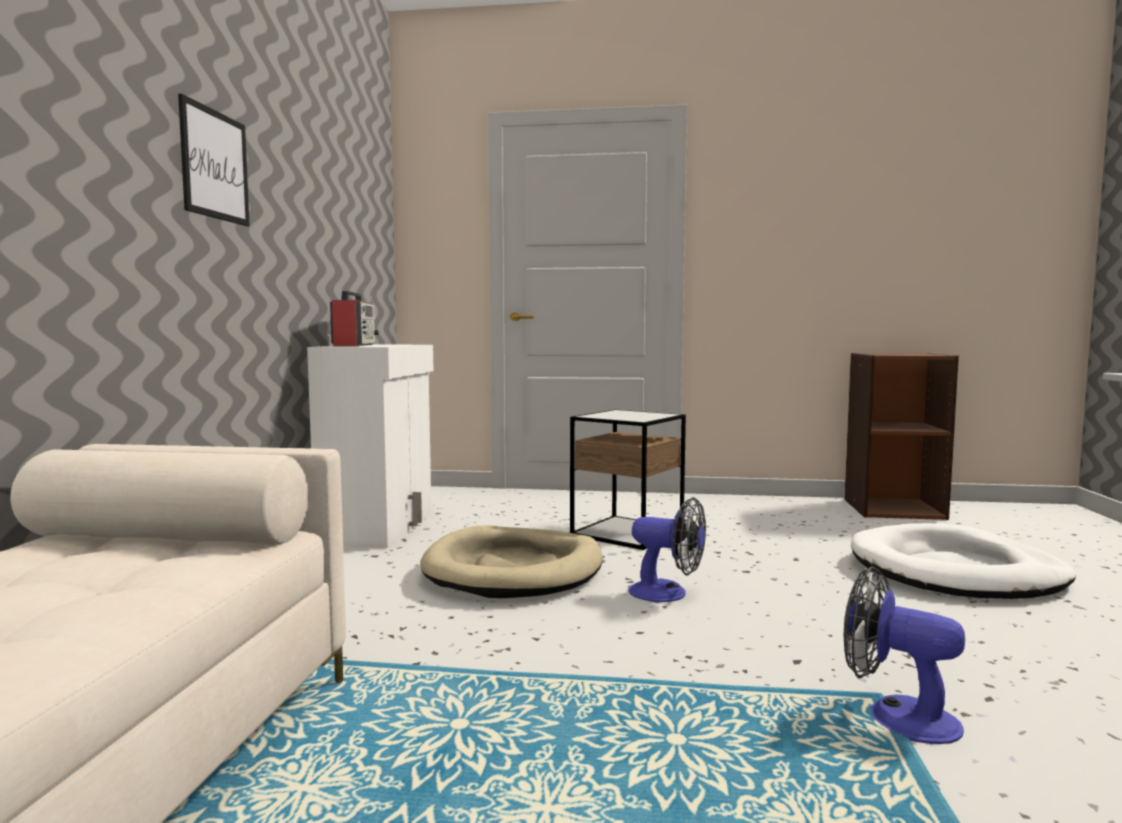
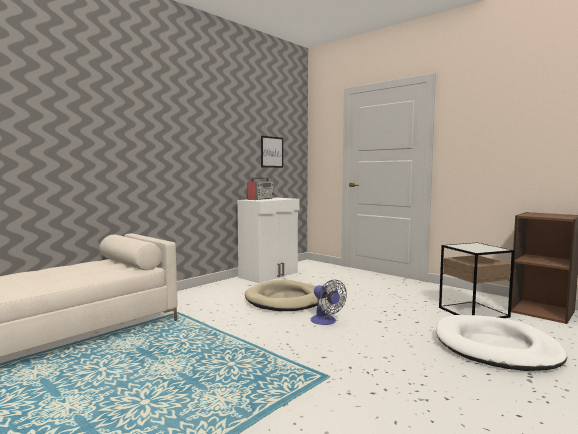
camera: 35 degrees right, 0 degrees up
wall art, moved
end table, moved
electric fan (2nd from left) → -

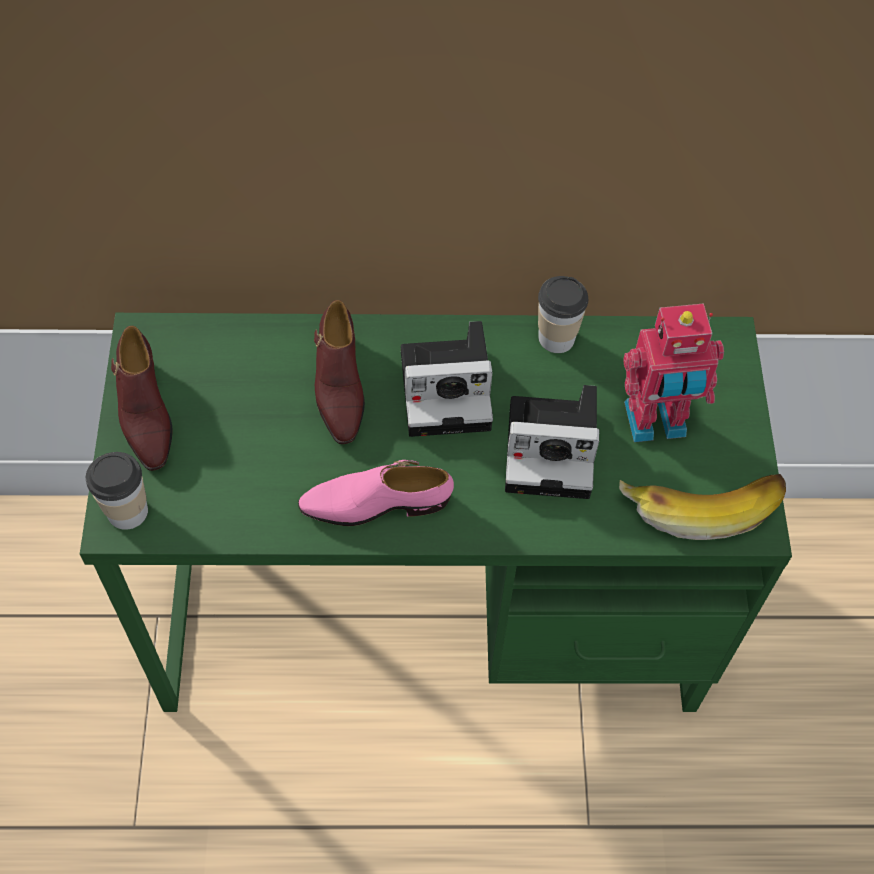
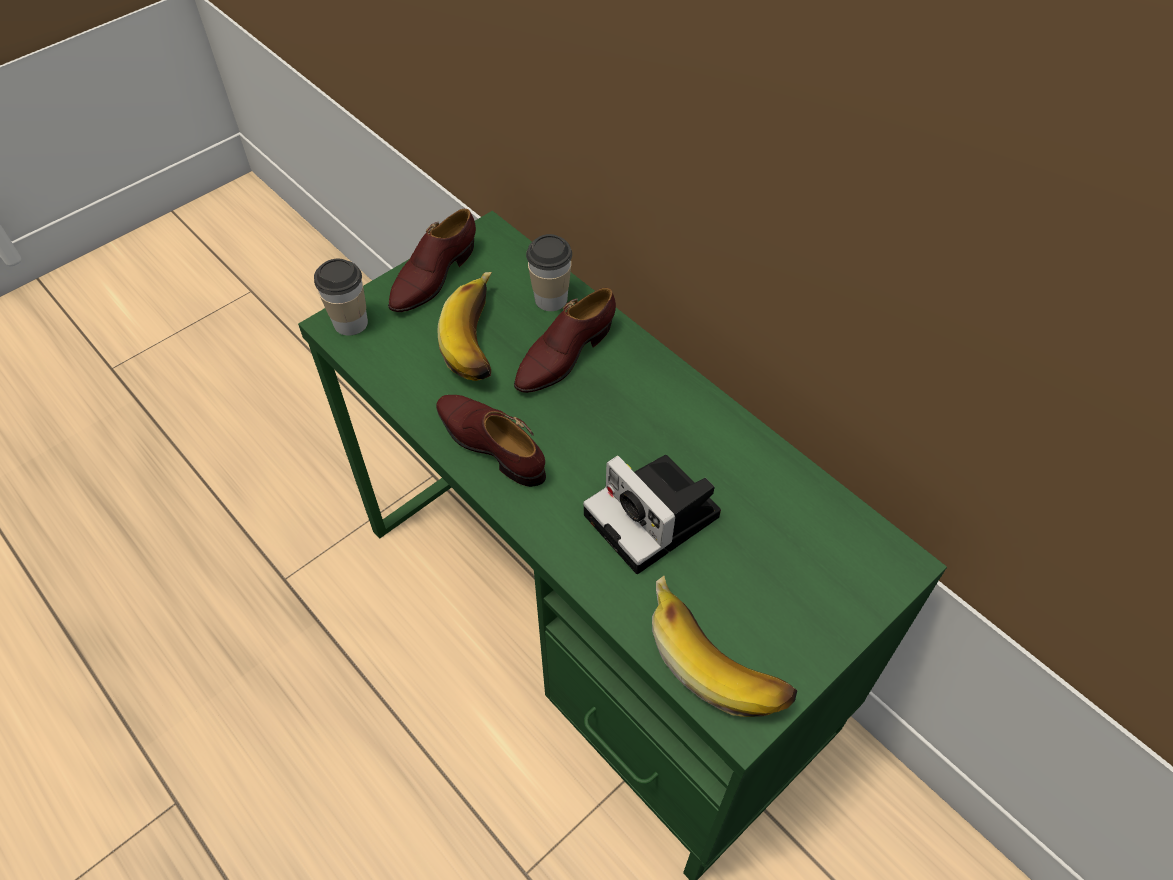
camera: 50 degrees right, 5 degrees down
shoe/pink → shoe/brownish (2nd from left)
- → banana fruit (1st from left)
drinking cup (2nd from left), moved
still camera (1st from left) → -
model robot → -

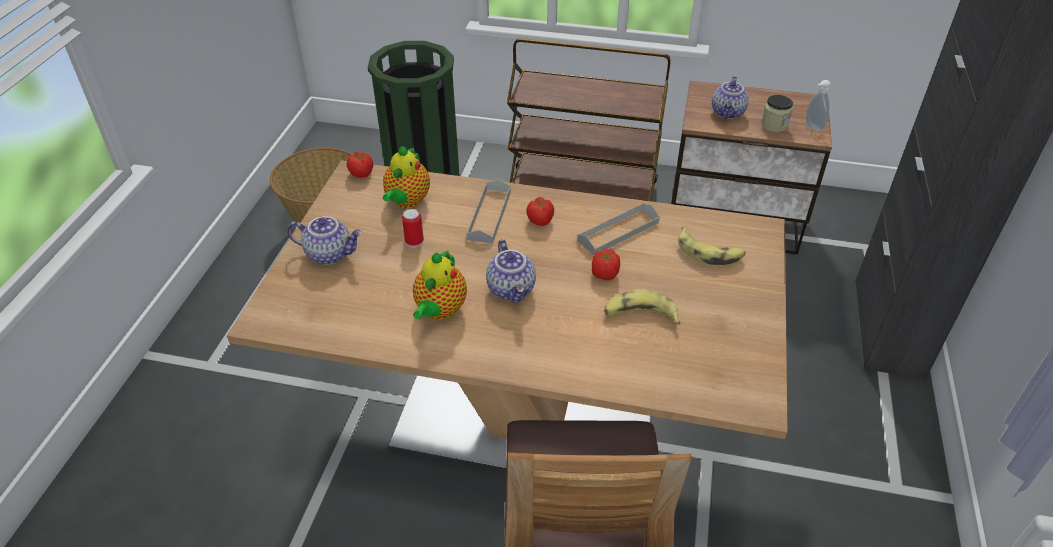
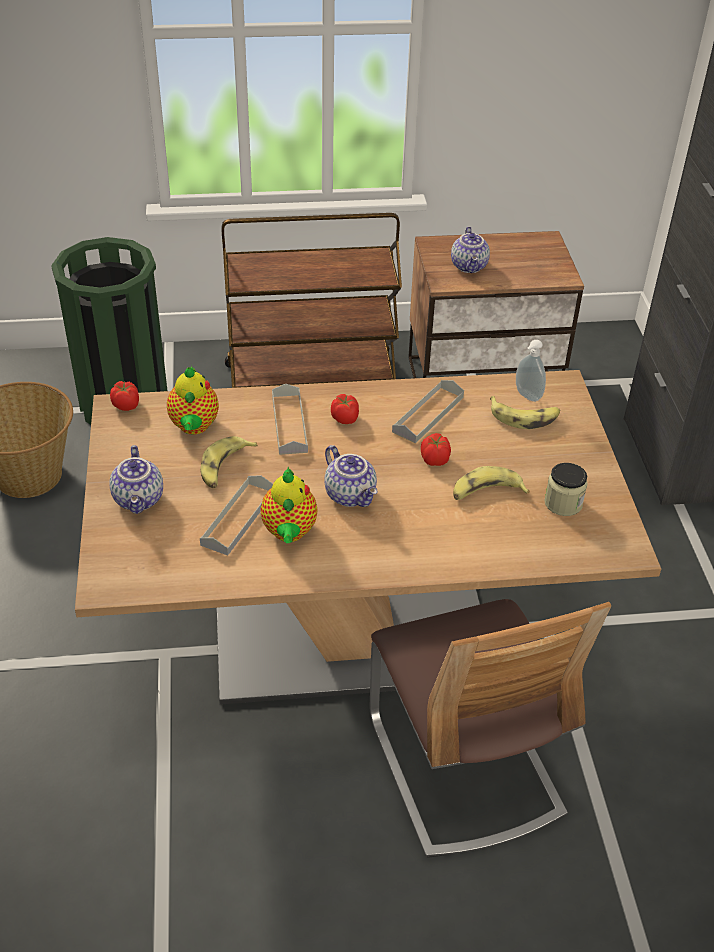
camera: 20 degrees left, 0 degrees up
pot for tea (1st from left), 90 degrees clockwise
sealed can → banana fruit (1st from left)
- → tray/grey (1st from left)
soap bottle, moved
preserve jar, moved

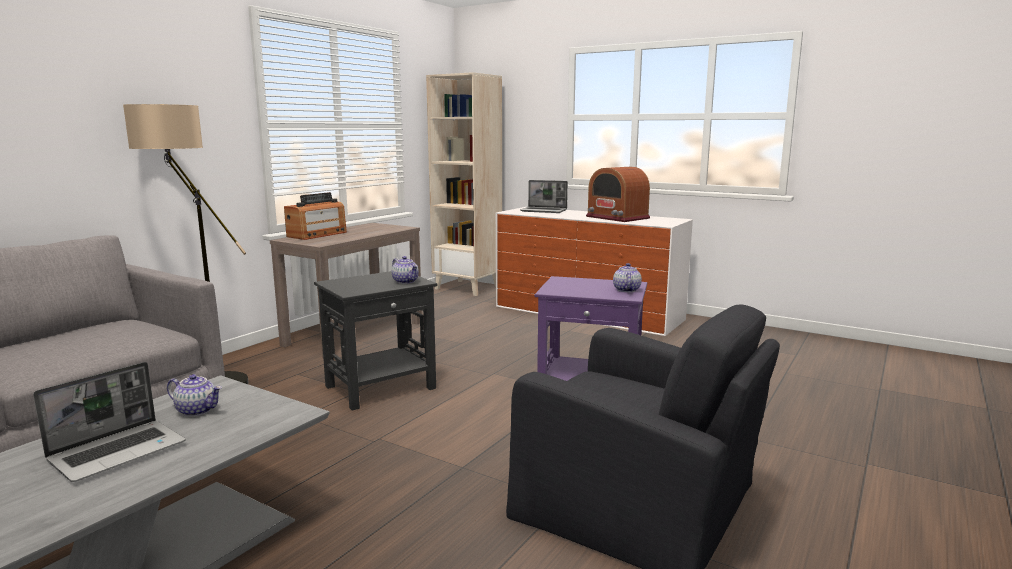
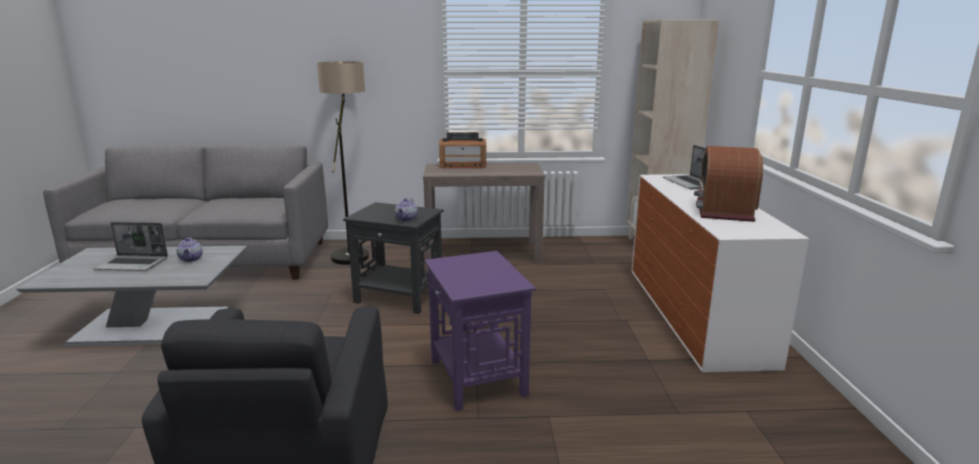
camera: 55 degrees right, 5 degrees up
pot for tea (3rd from left) → -

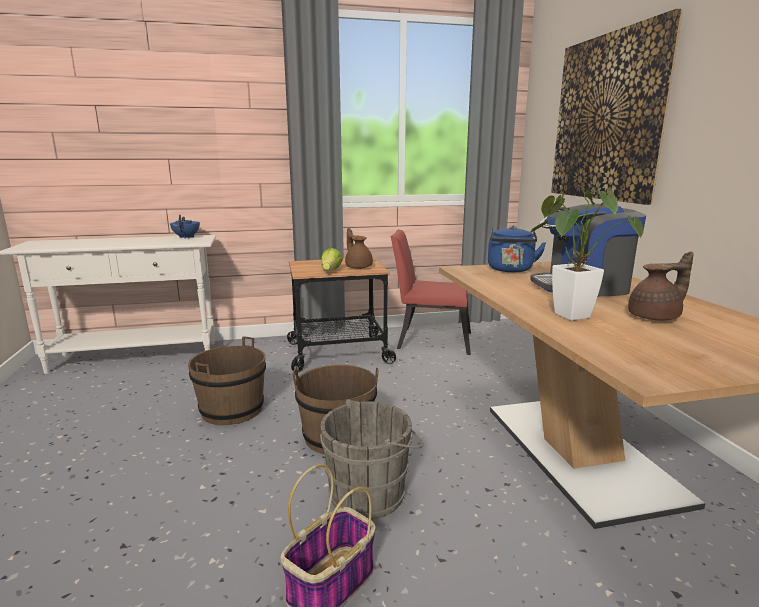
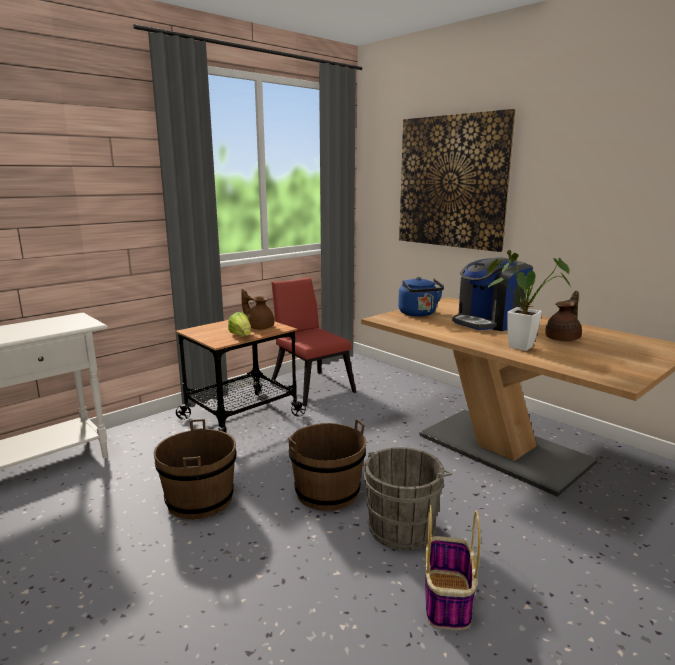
camera: 30 degrees left, 0 degrees up
upright chair/reddish, 75 degrees clockwise
pot for tea/blue-coloured → -

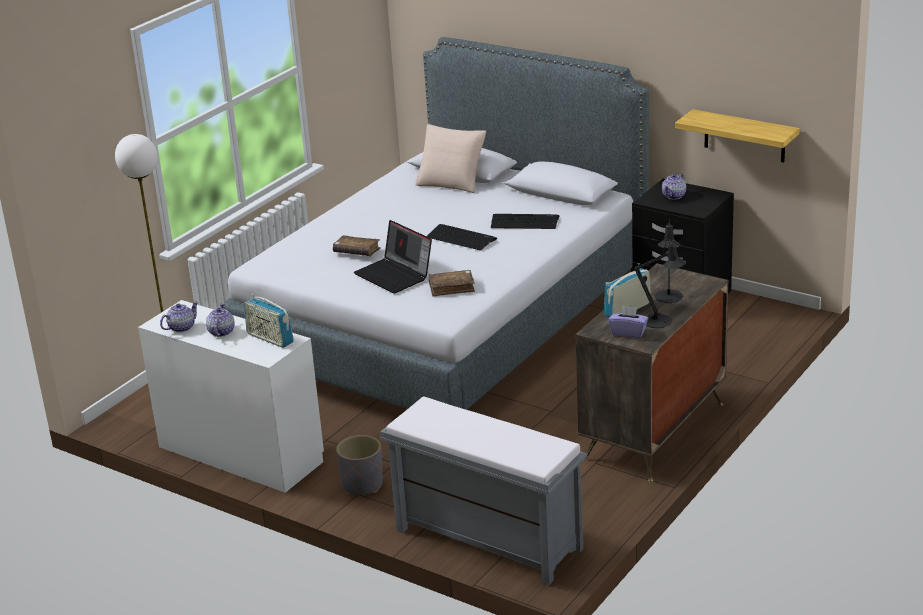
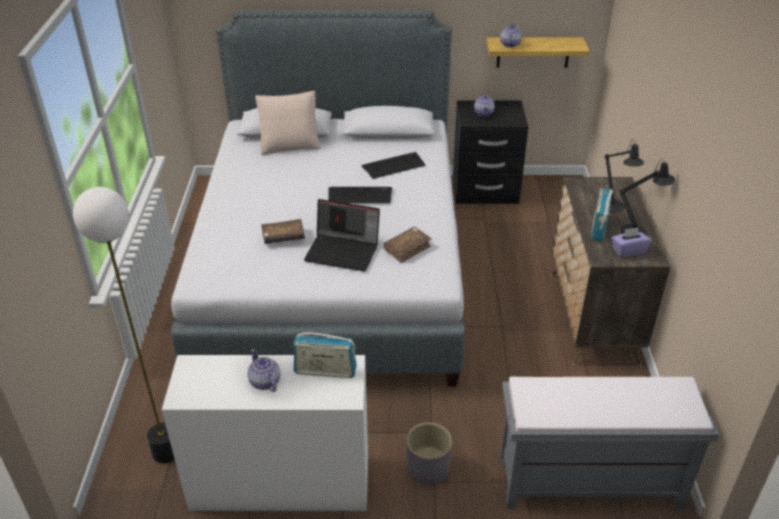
camera: 35 degrees left, 10 degrees up
pot for tea (1st from left in the first image) → pot for tea (3rd from left), moved

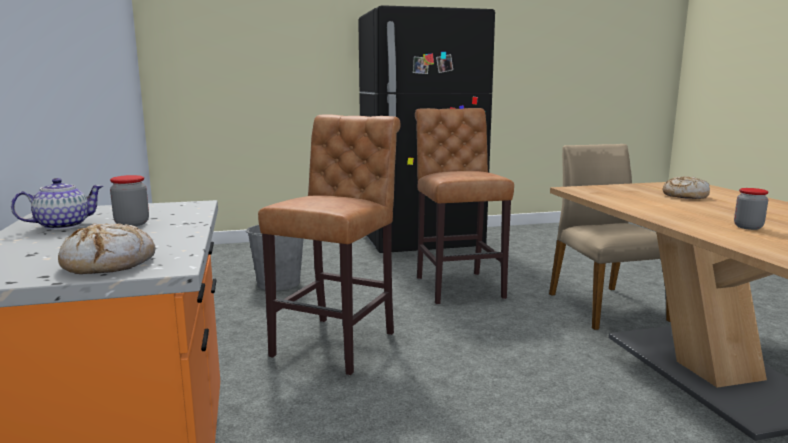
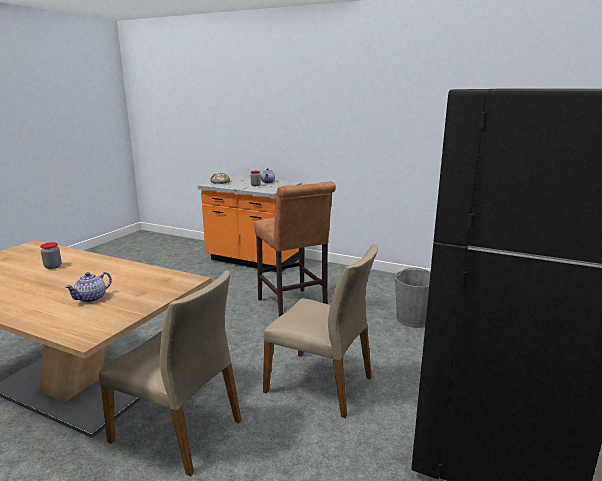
camera: 130 degrees right, 5 degrees up
bread (2nd from left) → pot for tea (1st from left)
sitting stool/brownish (2nd from left) → upright chair/beige (2nd from left)

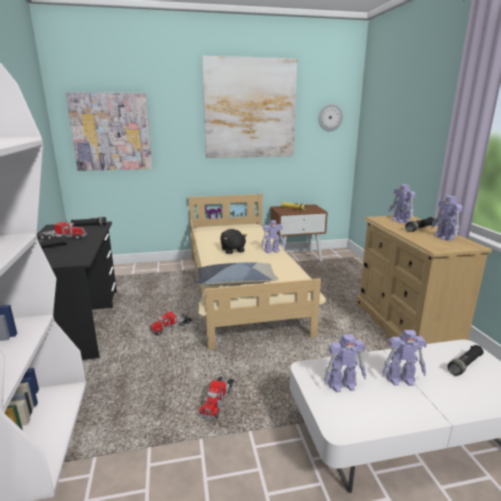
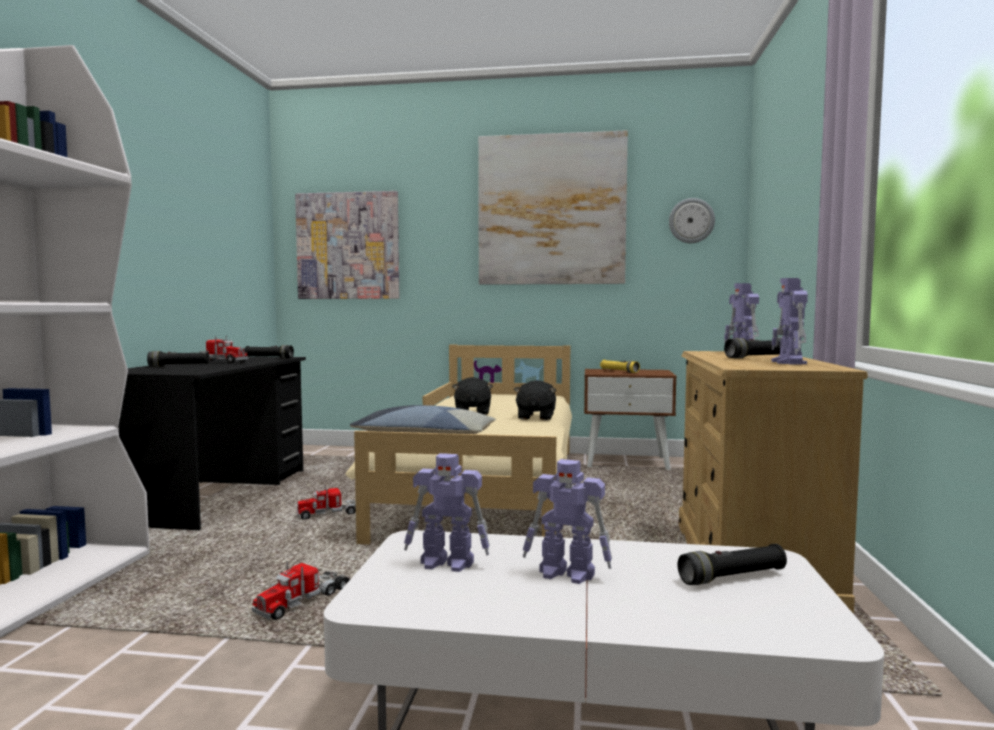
camera: 20 degrees right, 15 degrees down
model robot (1st from left) → soft toy/black-coloured (2nd from left)

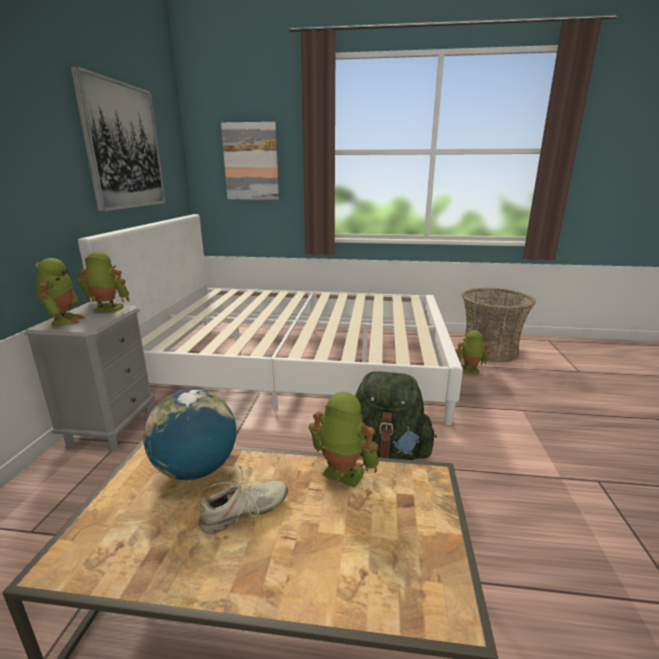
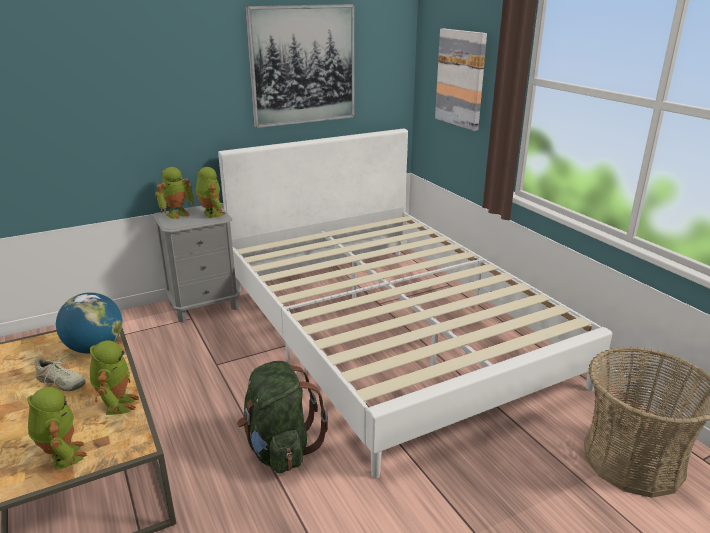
camera: 55 degrees right, 5 degrees up
model robot (4th from left in the first image) → model robot (1st from left), moved

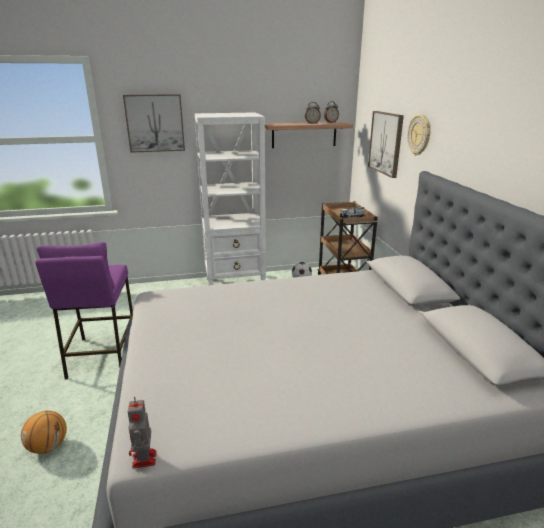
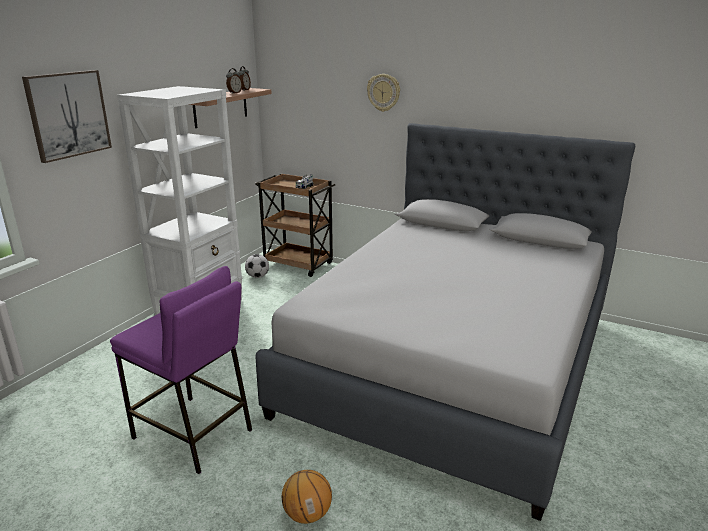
camera: 50 degrees left, 0 degrees up
model robot → -
wall art (2nd from left) → -

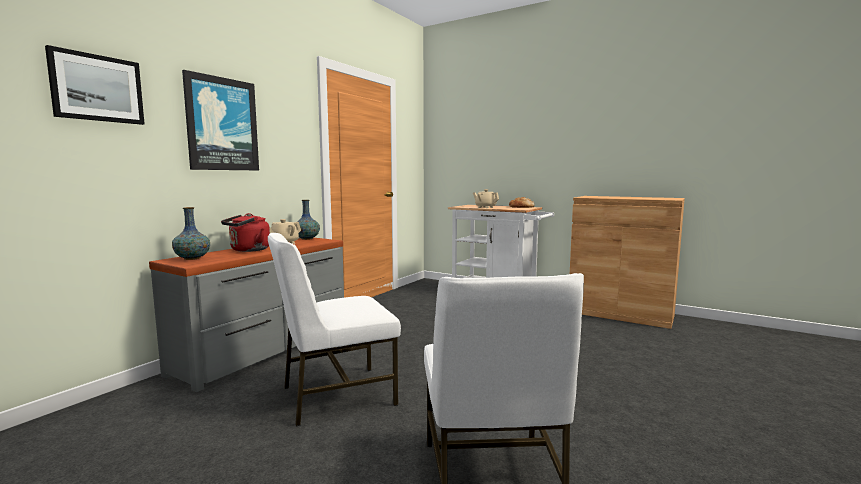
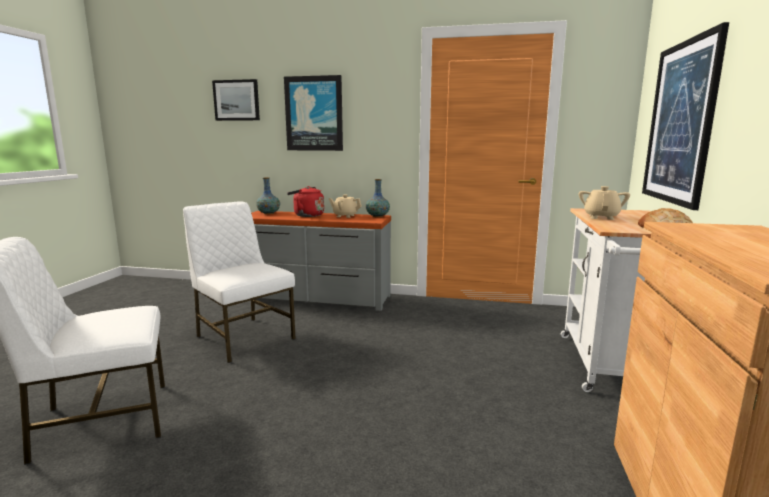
camera: 70 degrees right, 5 degrees up
- → wall art (3rd from left)

